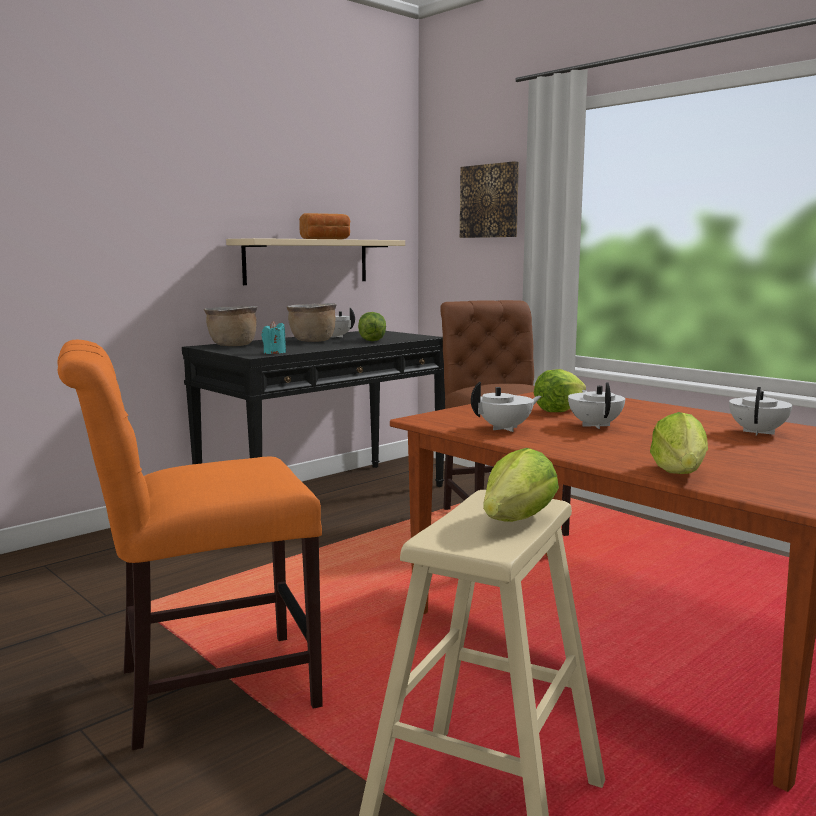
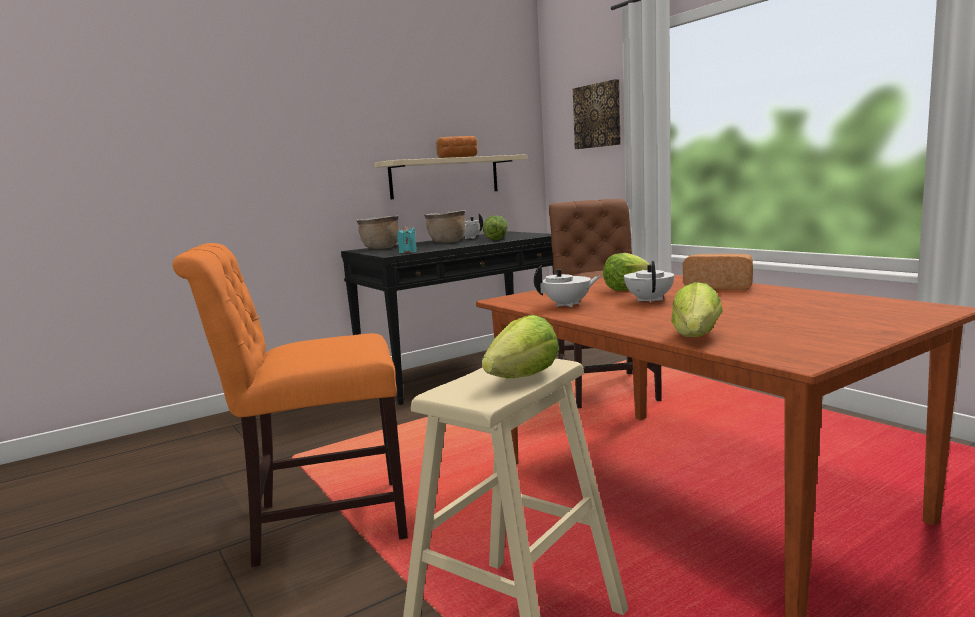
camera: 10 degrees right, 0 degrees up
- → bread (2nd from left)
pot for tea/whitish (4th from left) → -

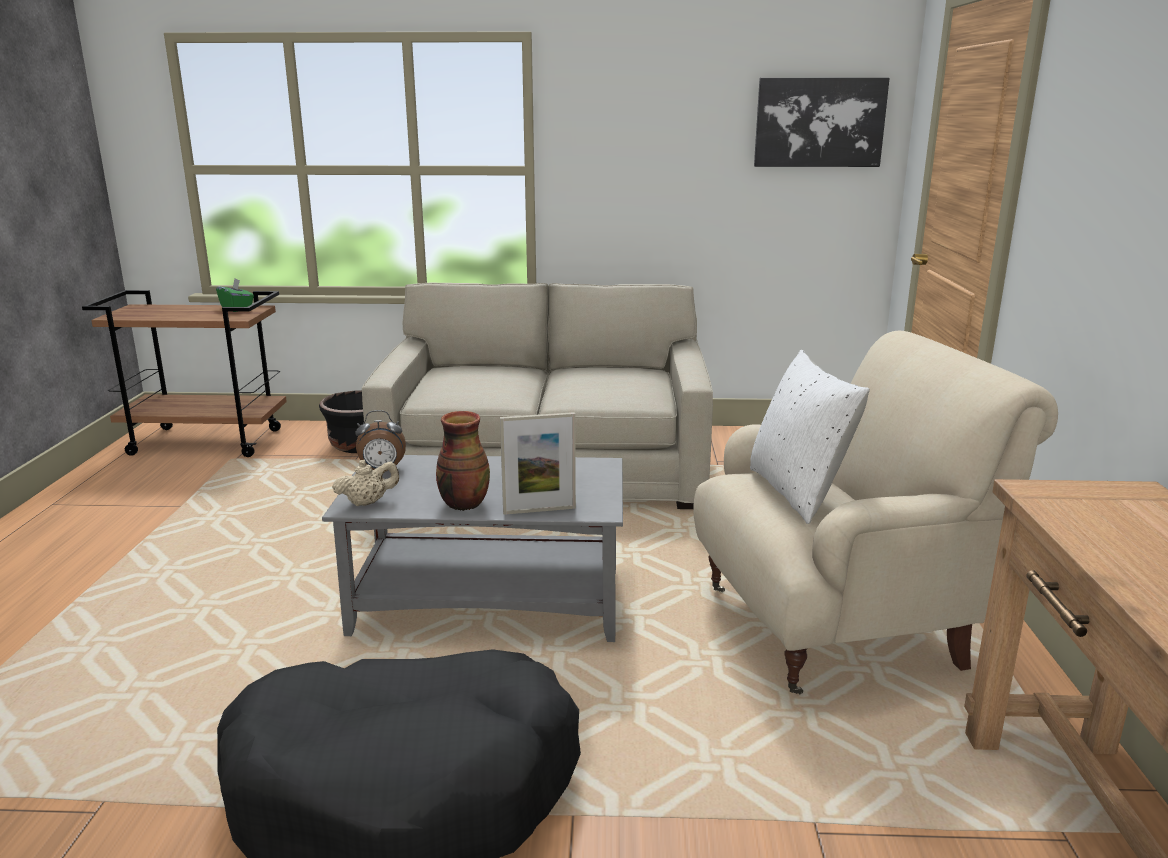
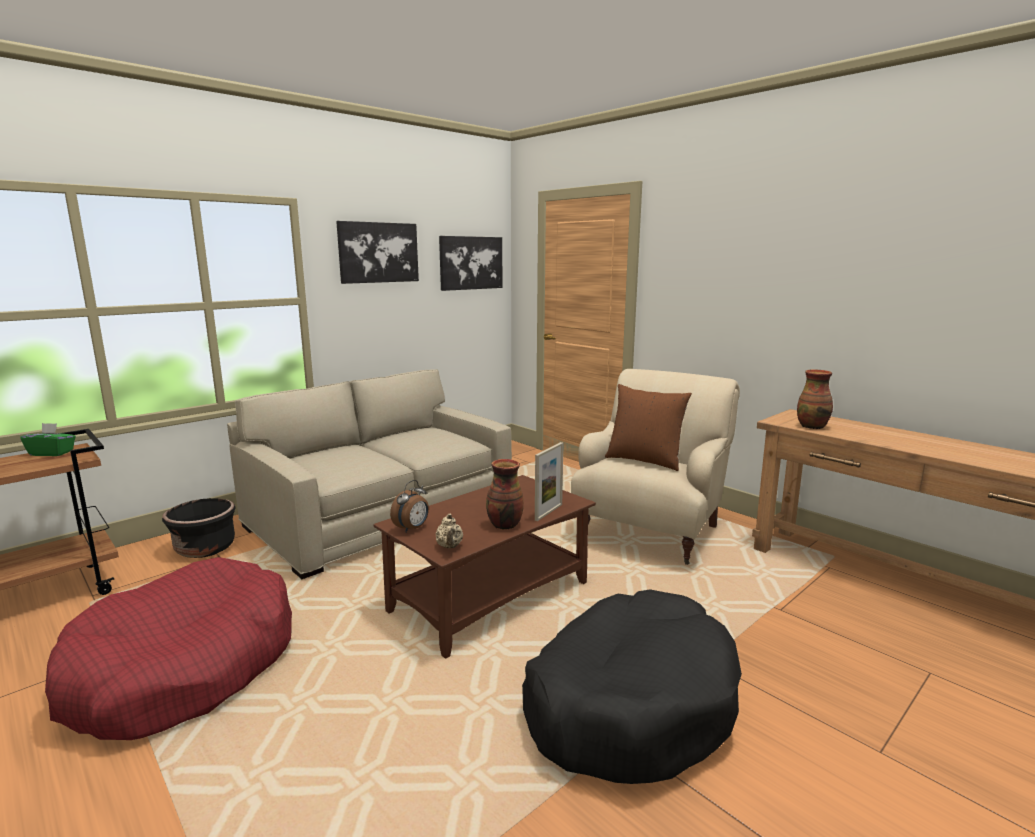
camera: 45 degrees left, 5 degrees down
- → pet bed/reddish
- → wall art (1st from left)
low table/grey → low table/brownish
pot for tea/beige, 150 degrees clockwise
throw pillow/whitish → throw pillow/brownish
- → decorative vase (2nd from left)

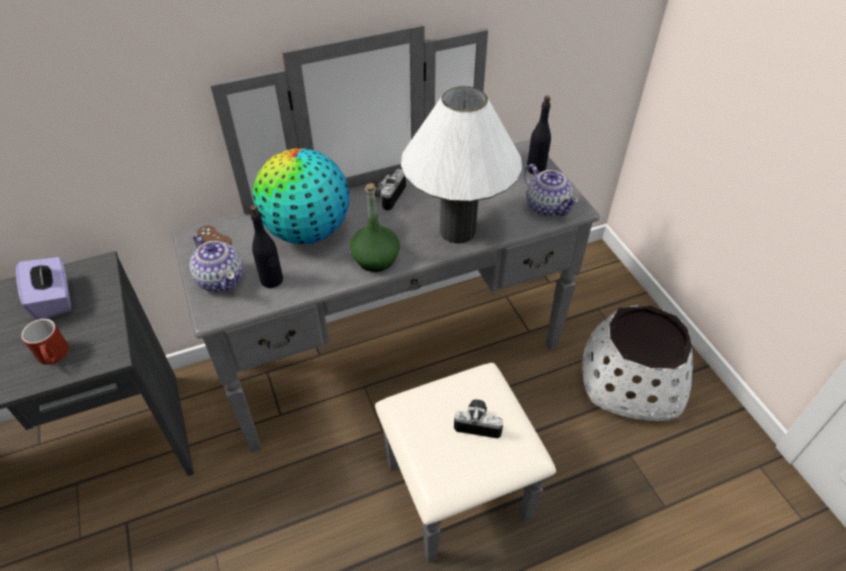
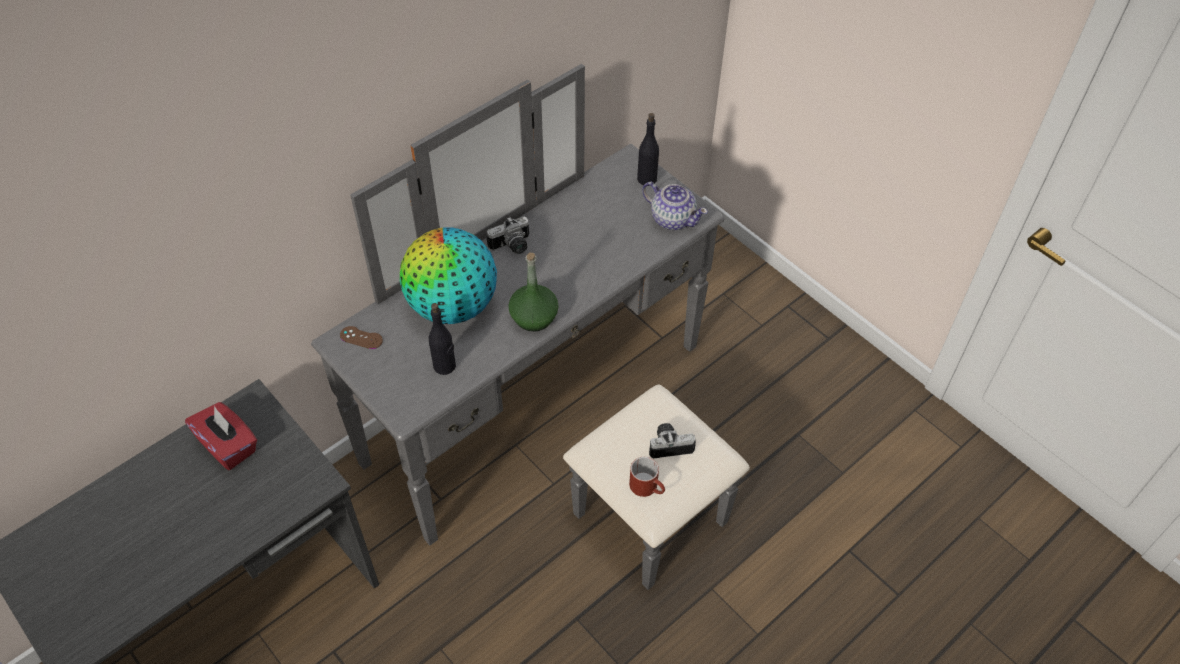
camera: 20 degrees left, 5 degrees up
tissue box/purple-coloured → tissue box/reddish
still camera (1st from left), 120 degrees counterclockwise
mug/reddish, moved
pot for tea (1st from left) → -
table lamp/whitish → -
planter/whitish → -

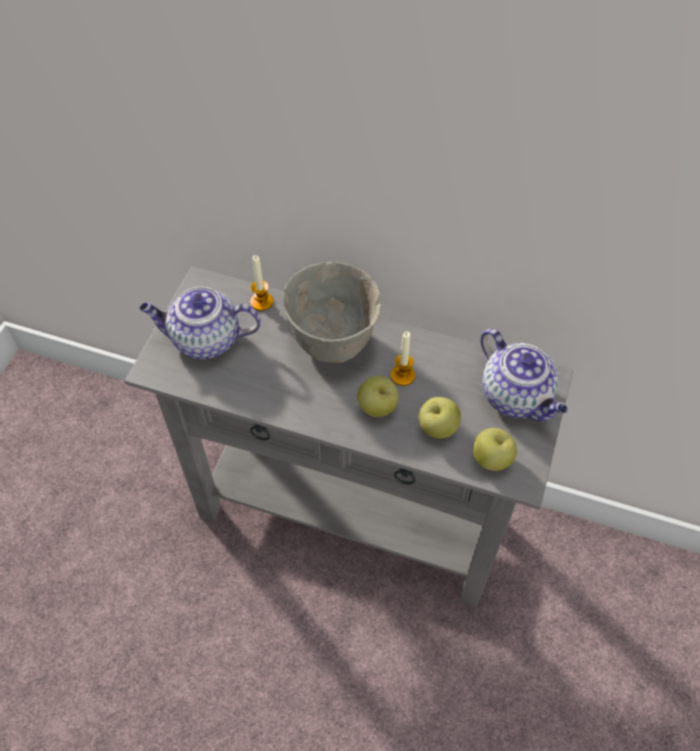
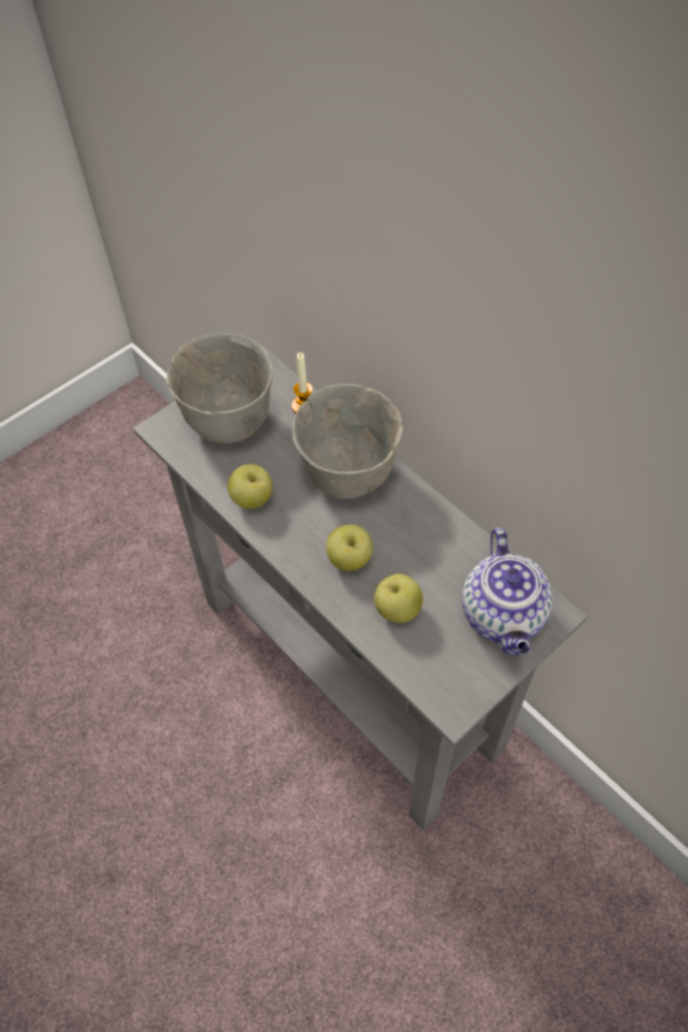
camera: 30 degrees right, 0 degrees up
pot for tea (1st from left) → serving bowl/grey (1st from left)
apple (3rd from left in the first image) → apple (1st from left), moved
candle (2nd from left) → -

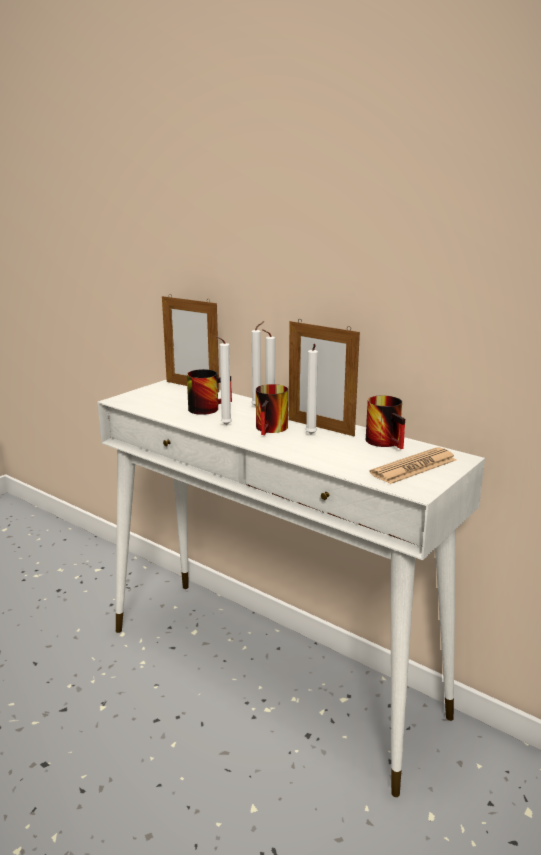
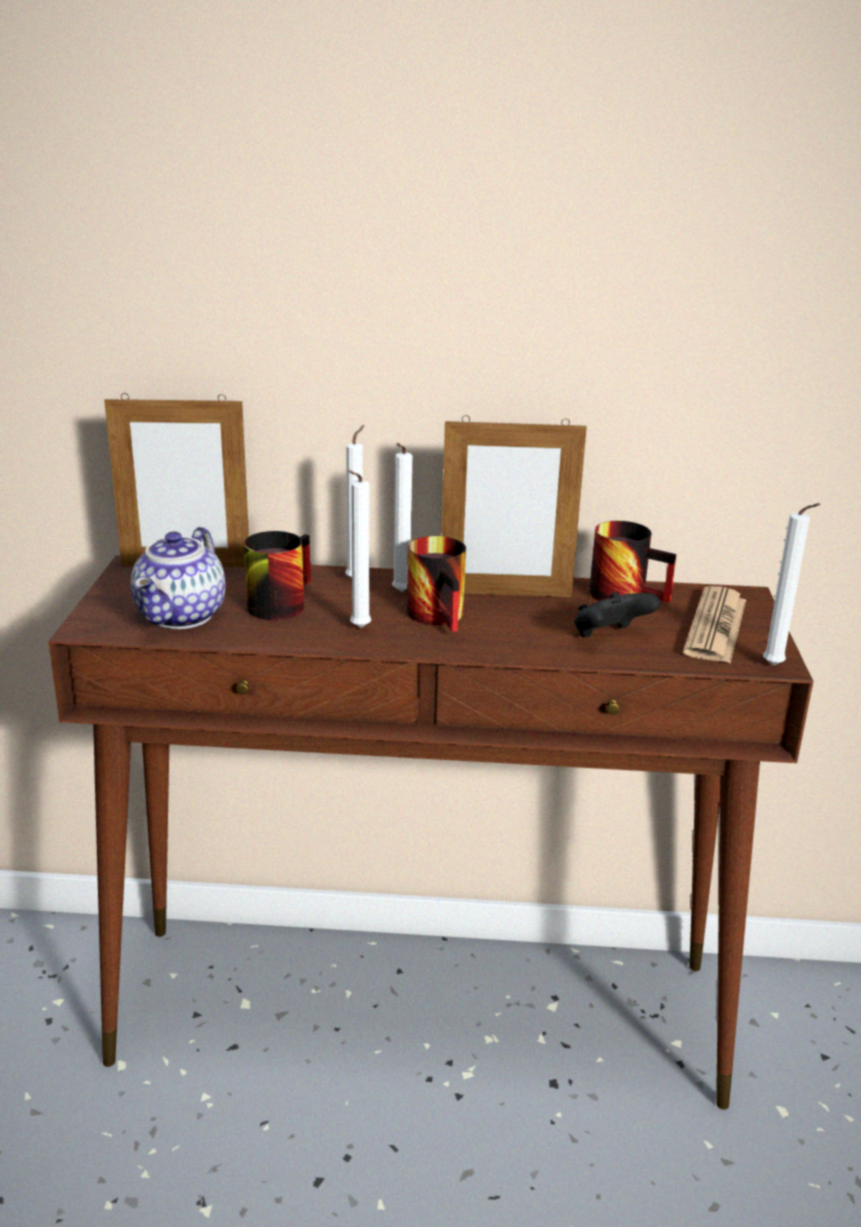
camera: 35 degrees left, 5 degrees up
hall table/whitish → hall table/brownish
- → pot for tea
- → joypad/black-coloured
candle/whitish (4th from left), moved

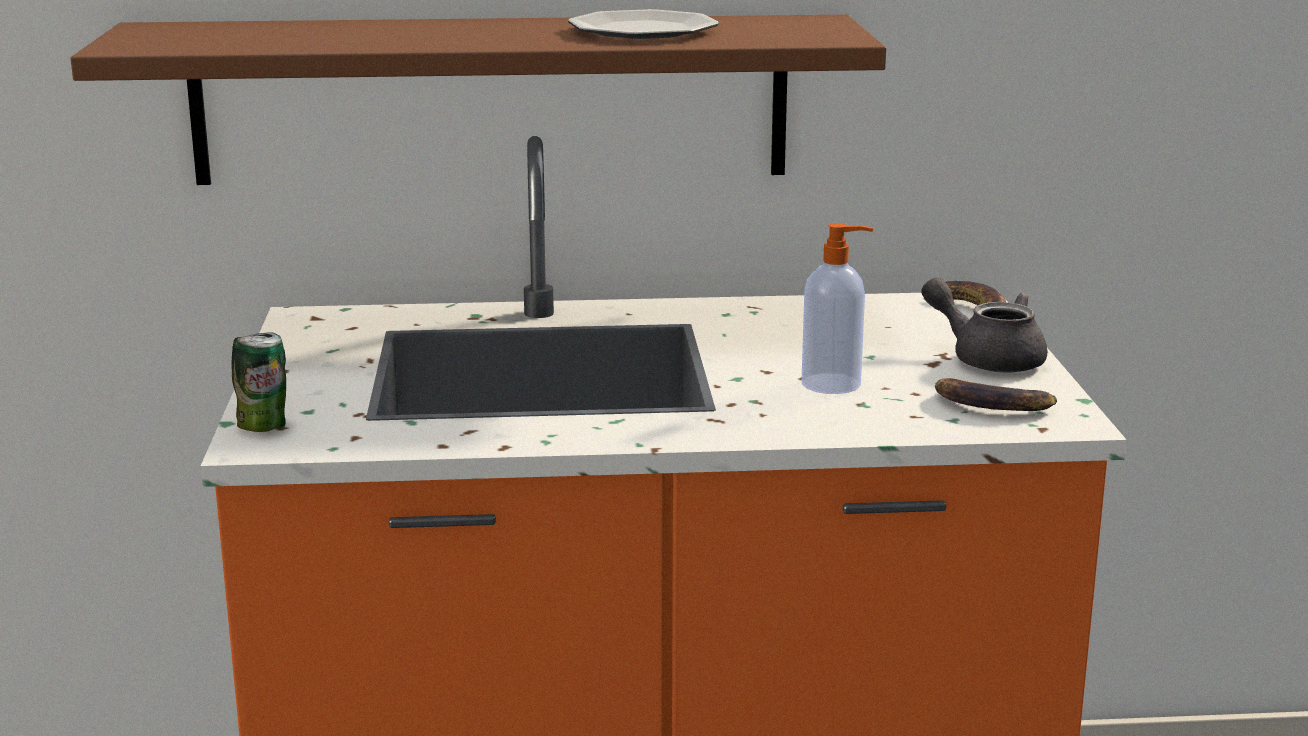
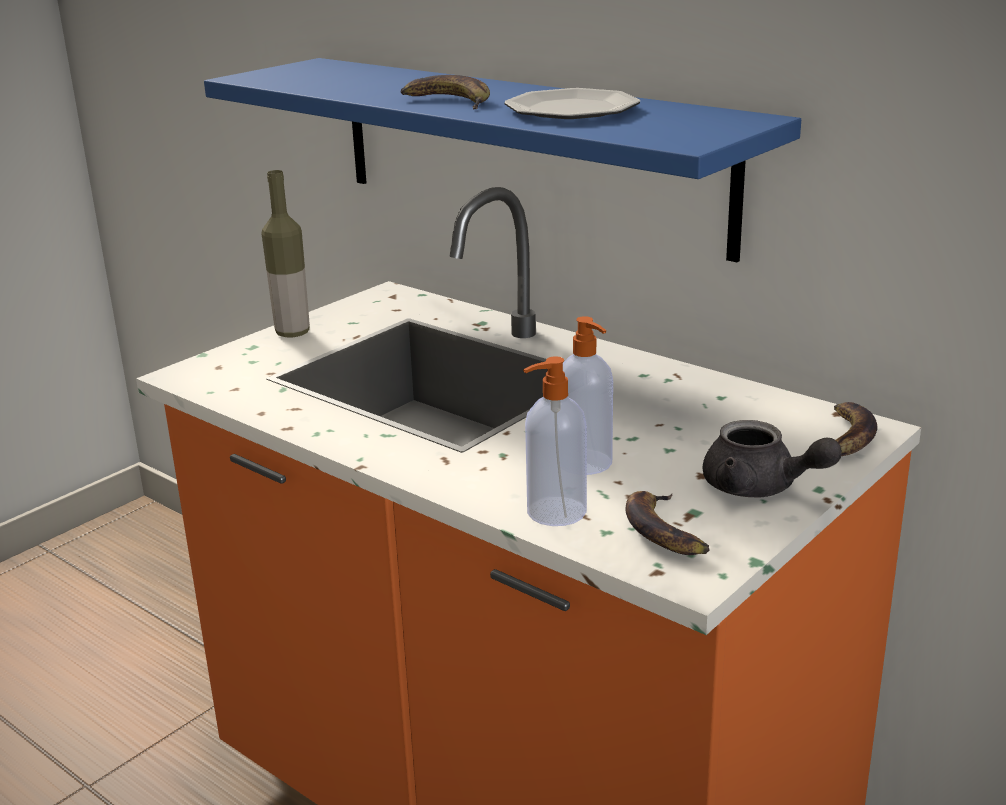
camera: 45 degrees right, 5 degrees up
bracket shelf/brownish → bracket shelf/blue-coloured
- → beverage bottle
- → banana fruit (1st from left)
- → soap bottle (1st from left)
pot for tea/grey, 135 degrees clockwise
sealed can → -

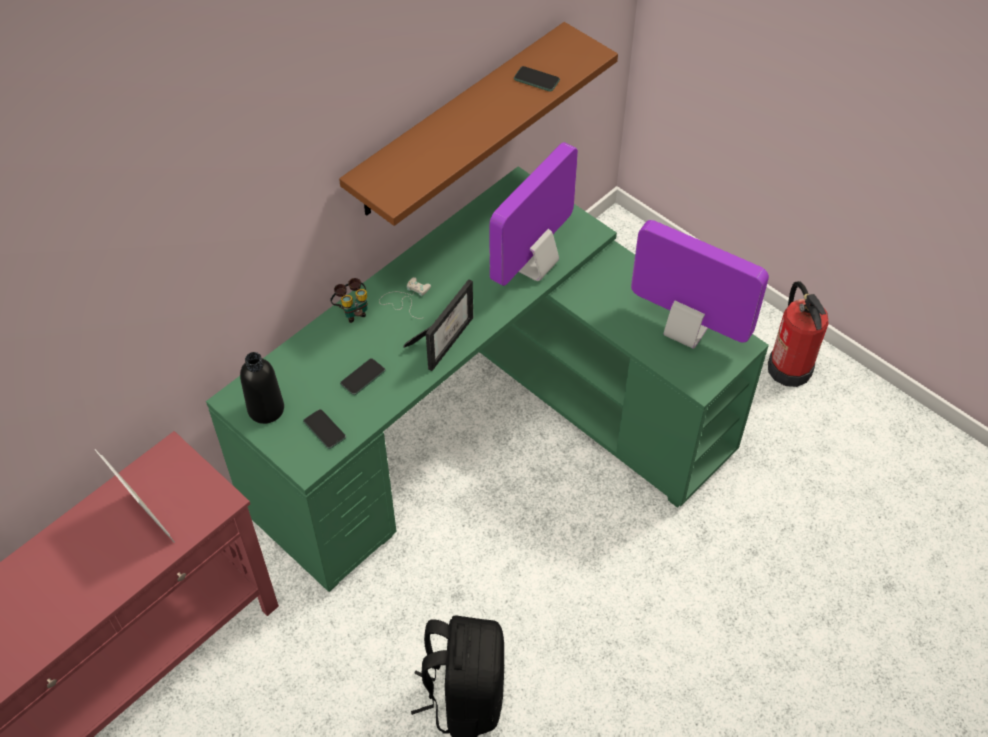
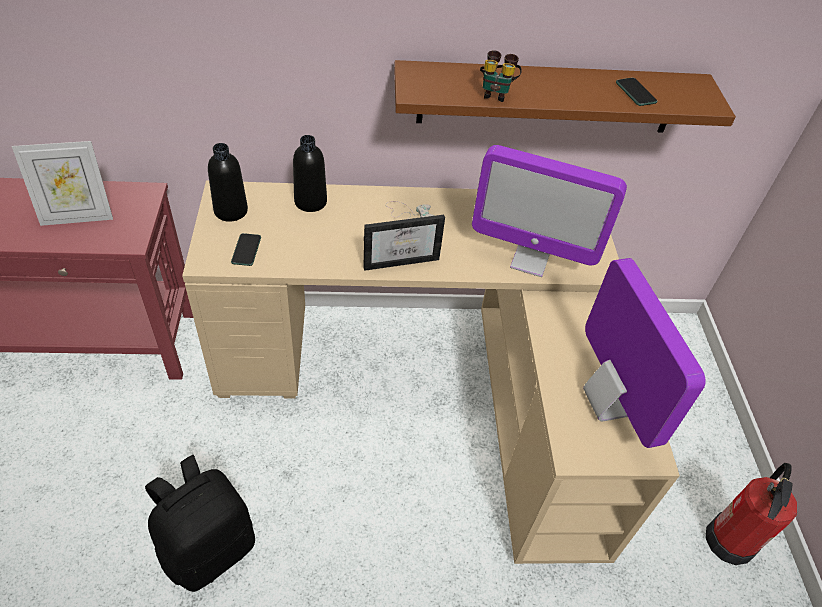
camera: 40 degrees right, 5 degrees down
standing frame (1st from left), 75 degrees clockwise
desk table/green → desk table/beige
- → beverage bottle/black-coloured (2nd from left)
monitor (1st from left), 150 degrees counterclockwise
binoculars, moved
telephone (2nd from left) → -

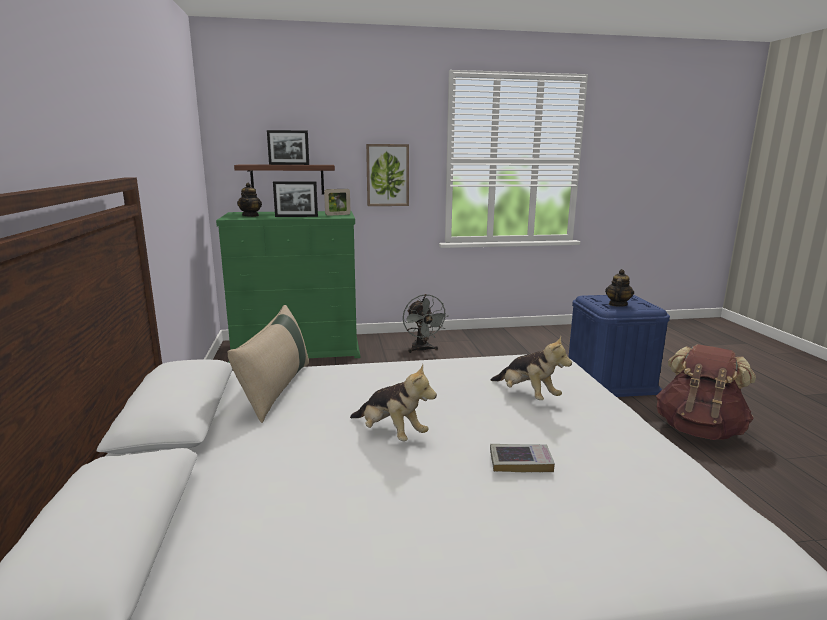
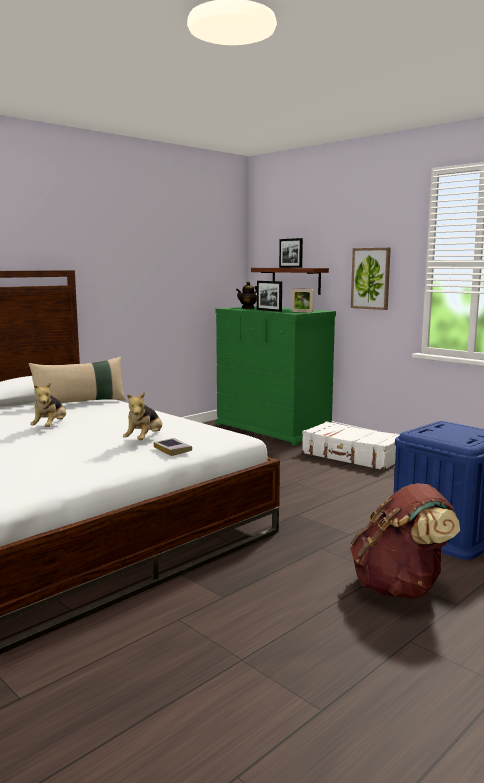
camera: 55 degrees right, 5 degrees down
bound book, moved
electric fan/grey → suitcase/whitish
pot for tea (2nd from left) → -

